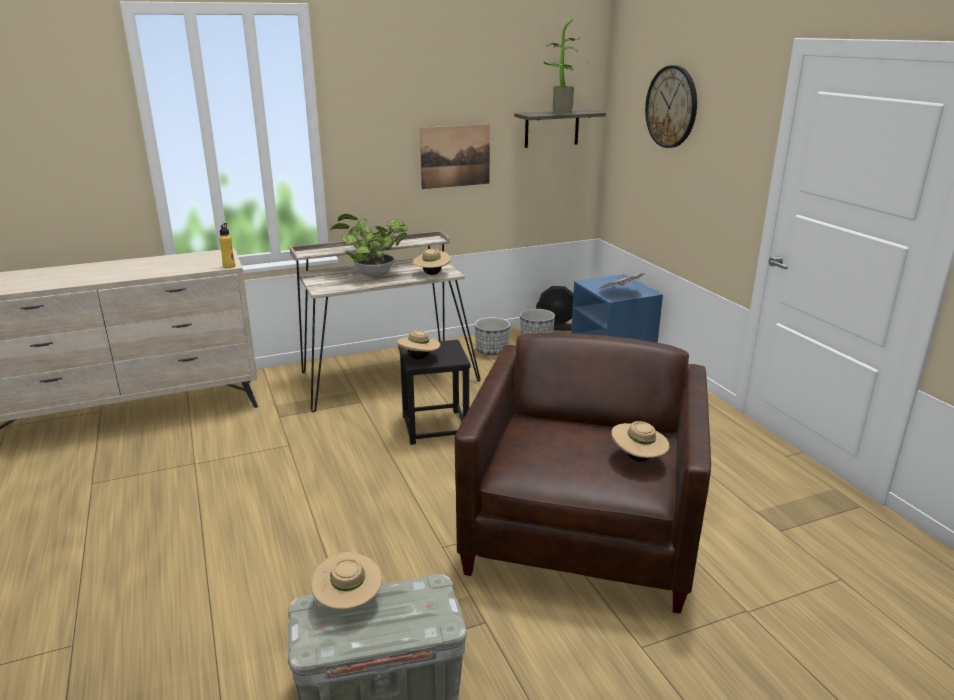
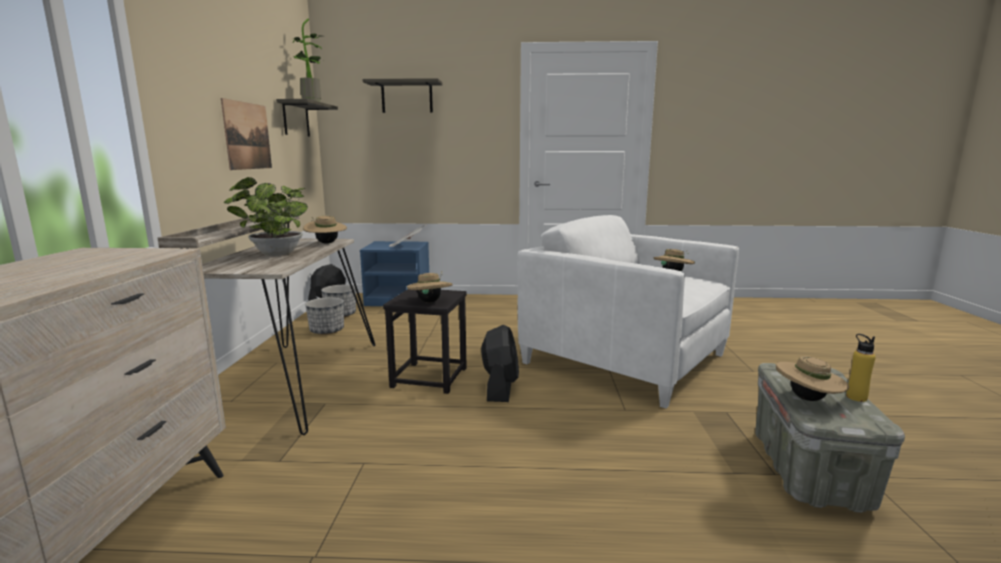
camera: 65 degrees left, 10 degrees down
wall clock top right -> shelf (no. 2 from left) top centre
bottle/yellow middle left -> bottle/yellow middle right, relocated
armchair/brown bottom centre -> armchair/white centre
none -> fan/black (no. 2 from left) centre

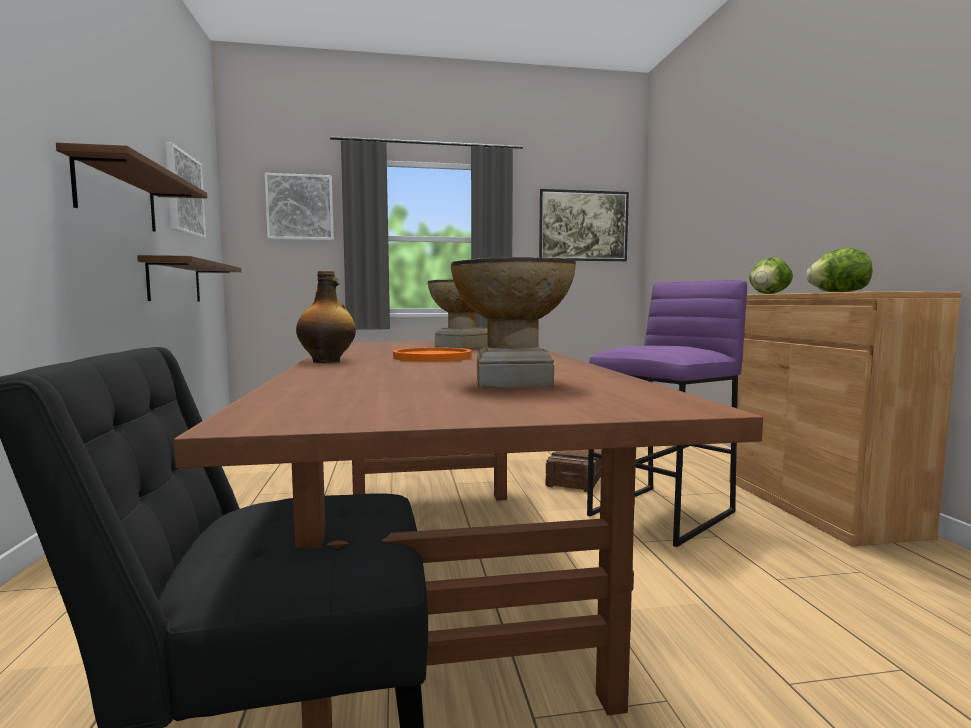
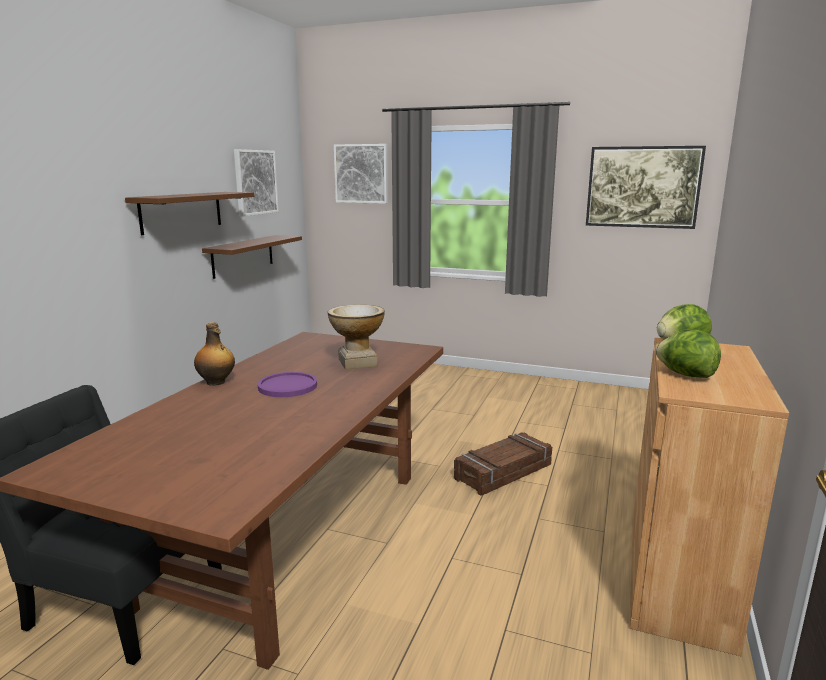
camera: 30 degrees right, 10 degrees up
vase (no. 2 from left) centre -> none
stool/purple middle right -> none
plate/orange centre -> plate/purple centre

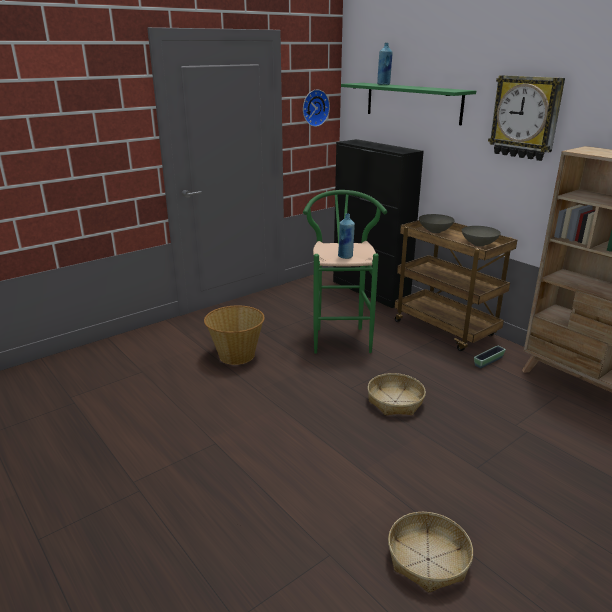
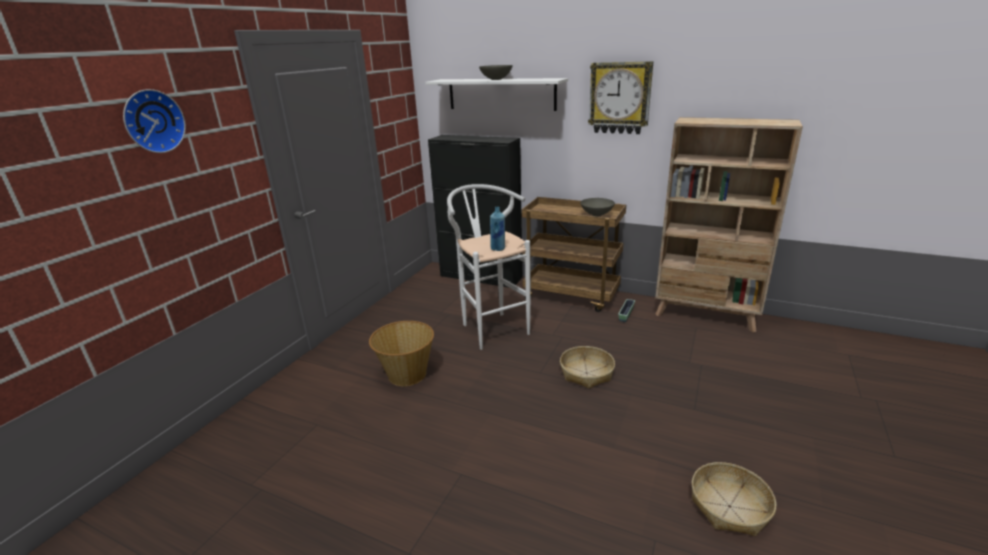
camera: 25 degrees left, 0 degrees up
bottle/blue (no. 2 from left) top centre -> none
shelf/green top right -> shelf/white top centre
wall clock (no. 1 from left) top centre -> wall clock (no. 1 from left) top left, relocated
stool/green centre -> stool/white centre
bowl/grey (no. 1 from left) middle right -> bowl/grey (no. 1 from left) top centre, relocated

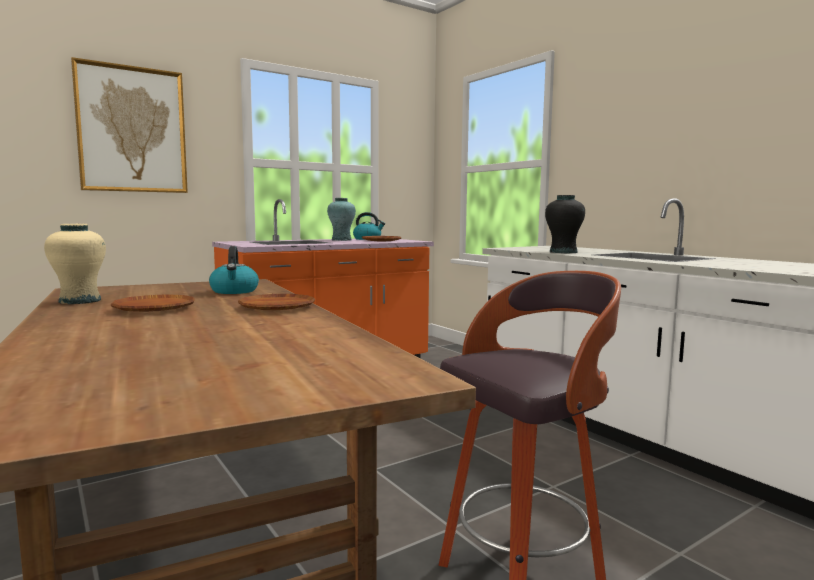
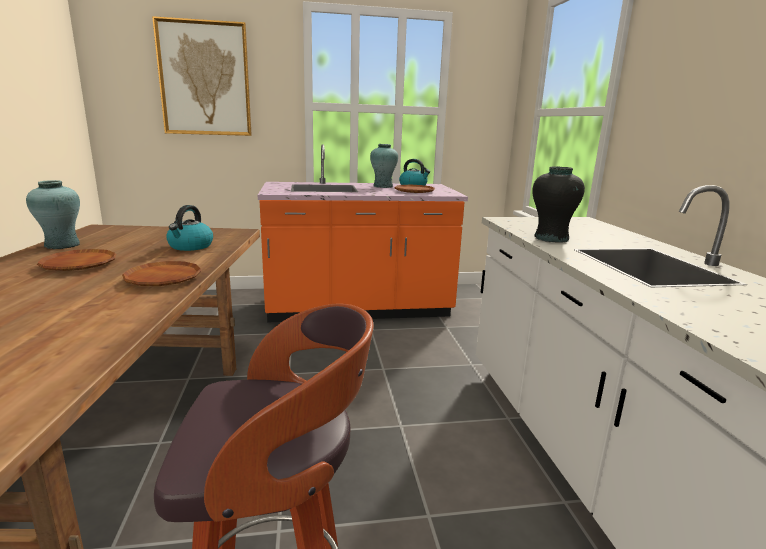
camera: 25 degrees right, 10 degrees up
vase/beige middle left -> vase/turquoise (no. 1 from left) middle left

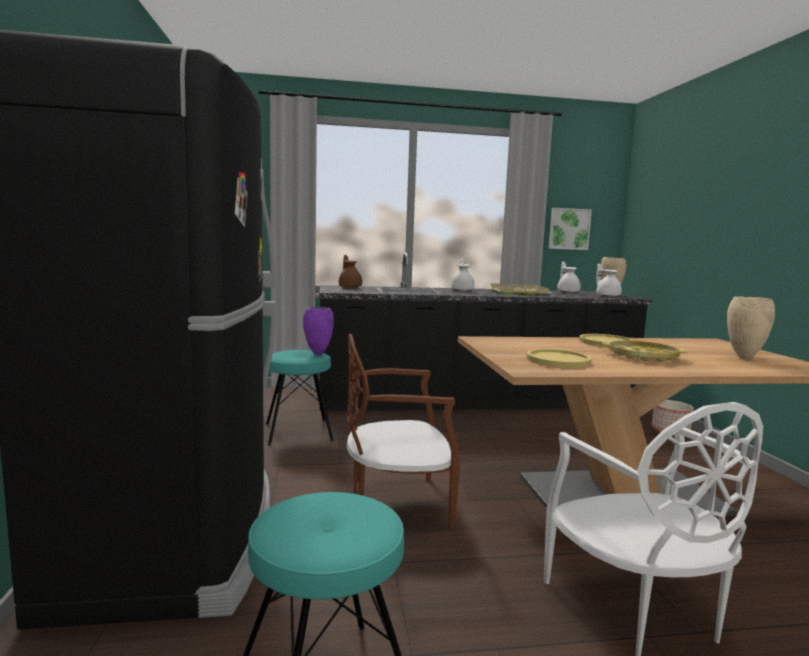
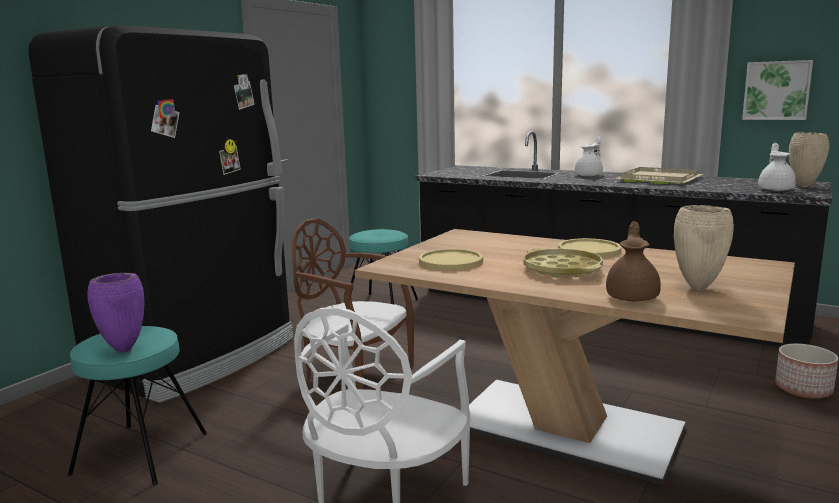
camera: 40 degrees right, 5 degrees up
teapot/brown centre -> teapot/brown middle right, relocated
teapot/white (no. 2 from left) middle right -> none
vase/purple centre -> vase/purple middle left, relocated

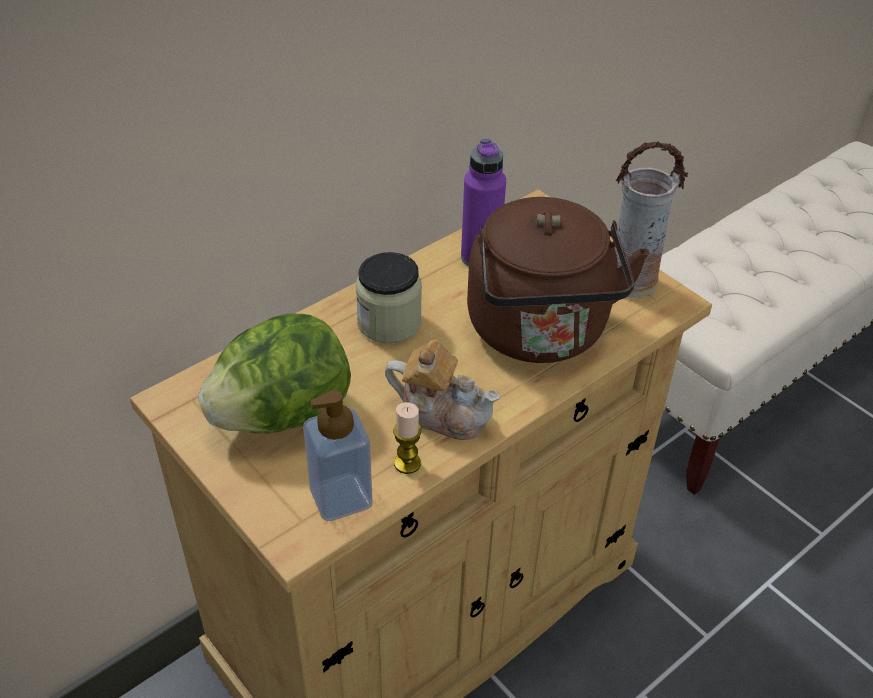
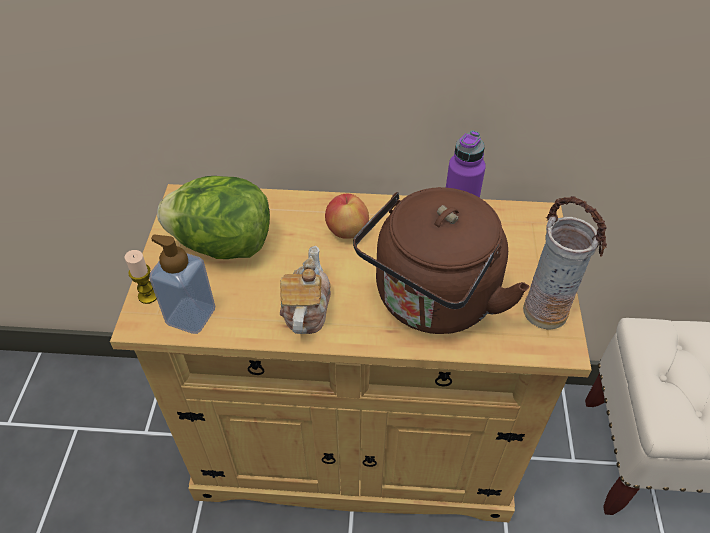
camera: 45 degrees right, 5 degrees up
jar centre -> apple centre
teapot centre, 150 degrees counterclockwise
candle centre -> candle middle left, relocated

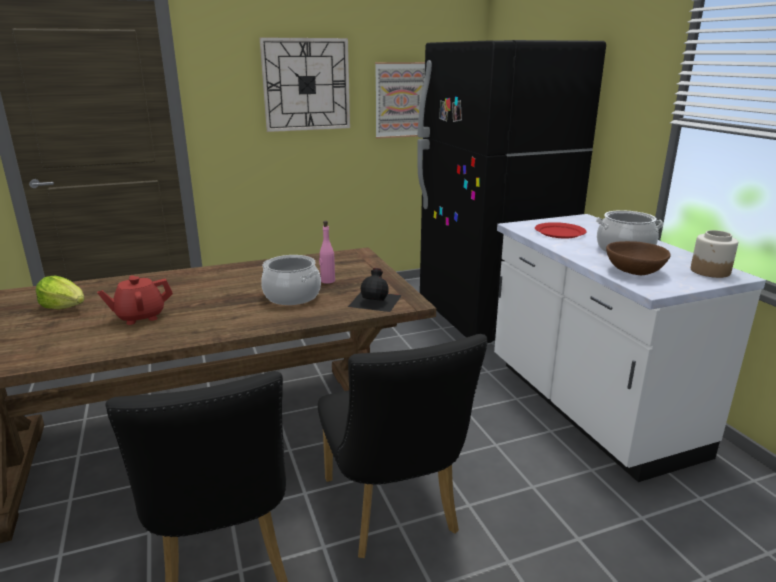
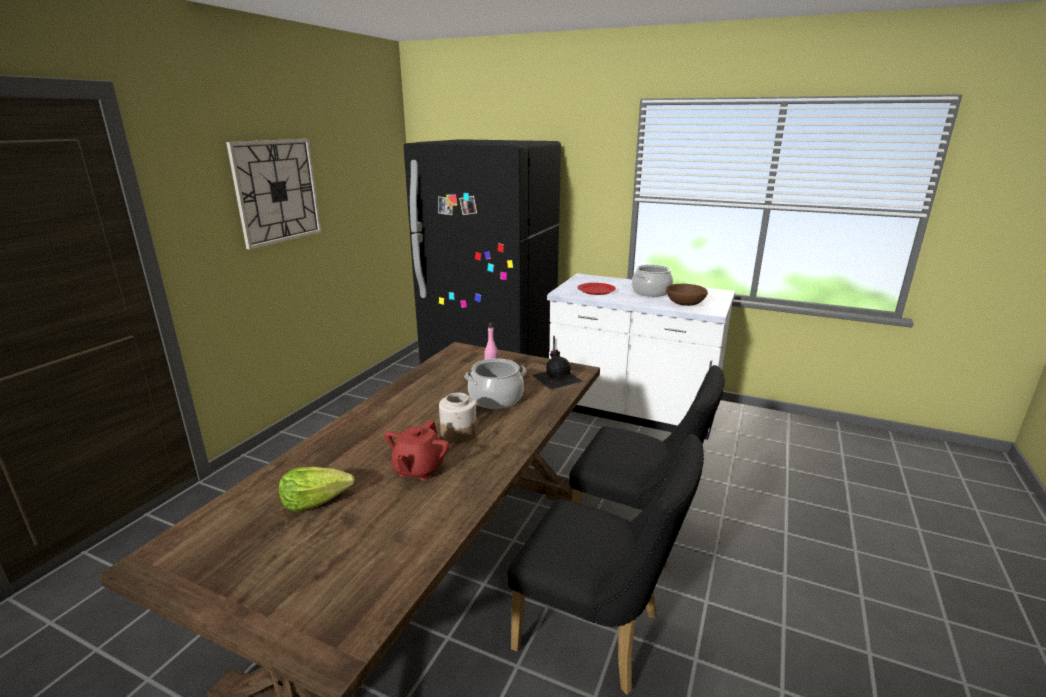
camera: 45 degrees left, 0 degrees up
picture top centre -> none
jar middle right -> jar centre, relocated

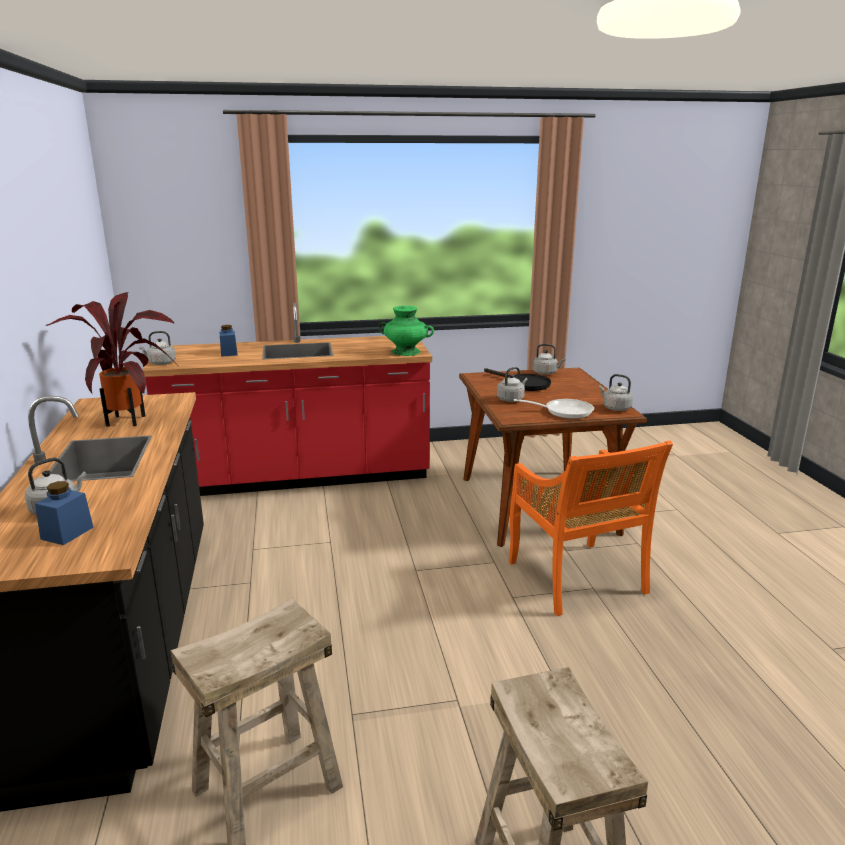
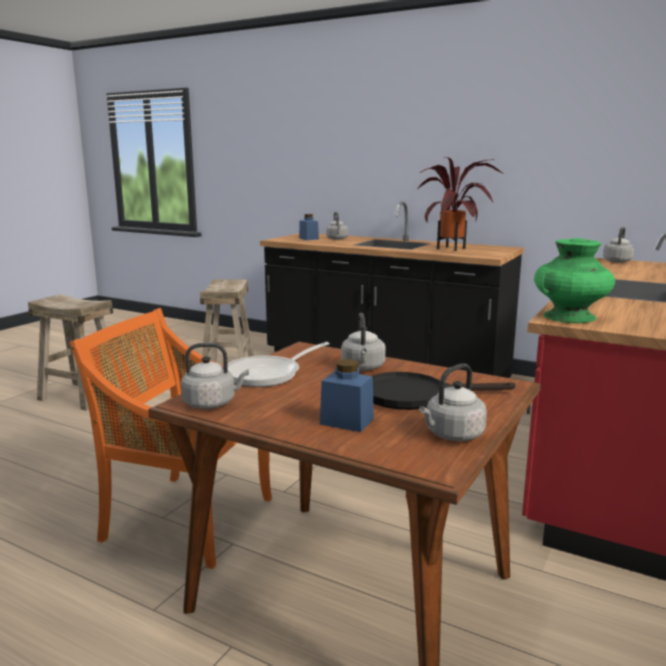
camera: 130 degrees right, 5 degrees down
jar/blue (no. 2 from left) middle left -> jar/blue (no. 2 from left) centre, relocated

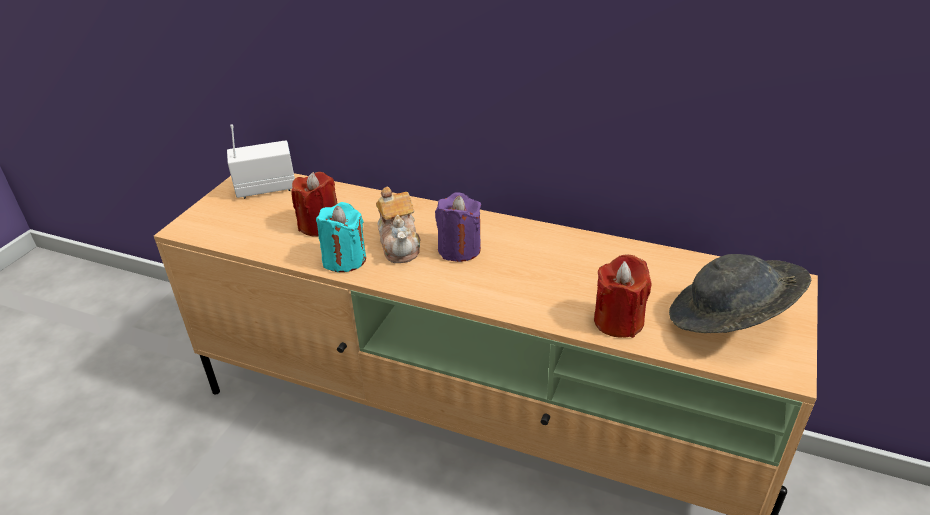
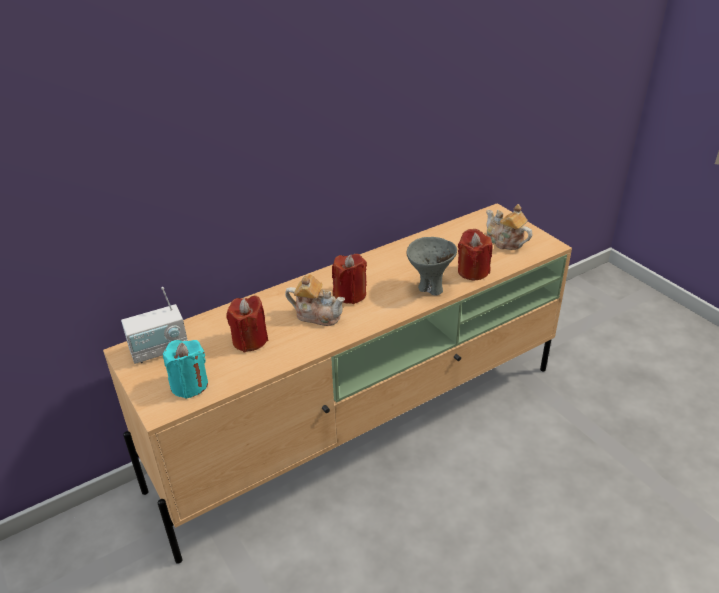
camera: 55 degrees left, 0 degrees up
radio top left -> radio middle left, 135 degrees counterclockwise
candle/purple centre -> candle/red (no. 2 from left) centre
candle/turquoise centre -> candle/turquoise middle left, relocated
hat/grey middle right -> teapot (no. 2 from left) middle right
none -> bowl/grey centre

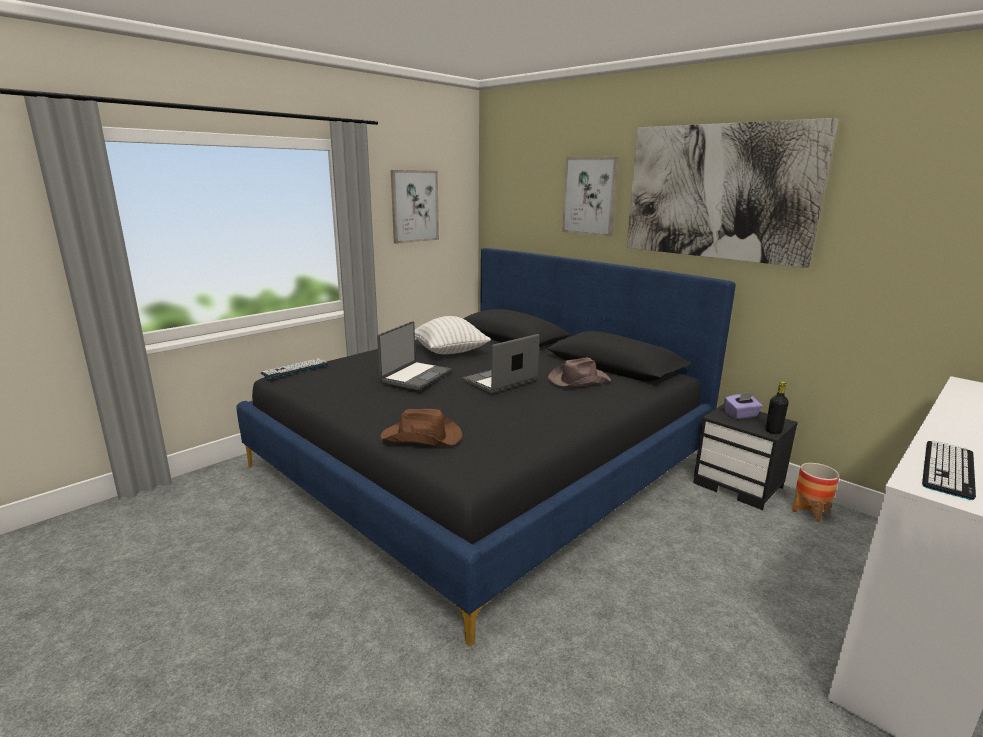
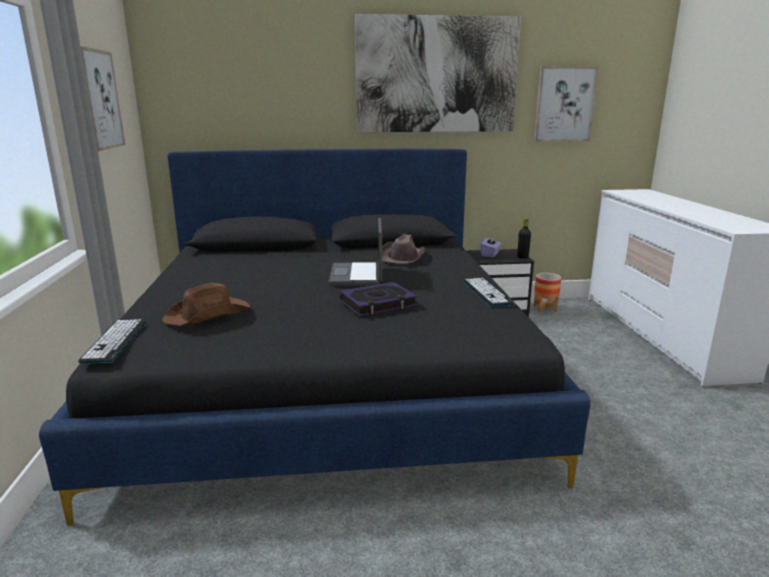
camera: 50 degrees left, 0 degrees up
picture (no. 2 from left in the first image) top centre -> picture (no. 3 from left) top right, relocated
pillow/white centre -> none
laptop (no. 1 from left) centre -> none
hat/brown (no. 1 from left) centre -> hat/brown (no. 1 from left) middle left, relocated
keyboard (no. 2 from left) middle right -> keyboard (no. 2 from left) centre, relocated
none -> book centre

